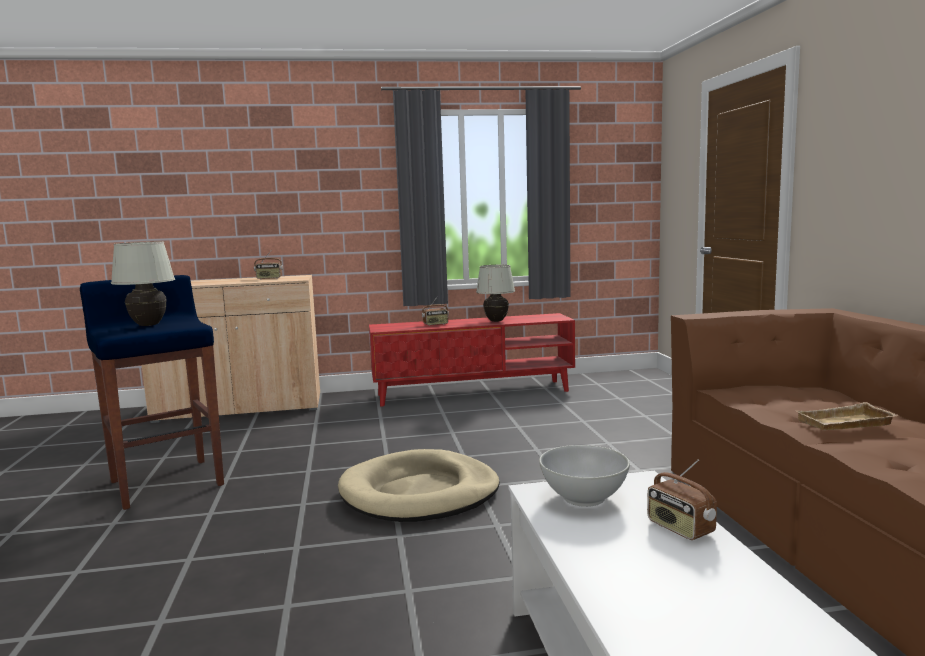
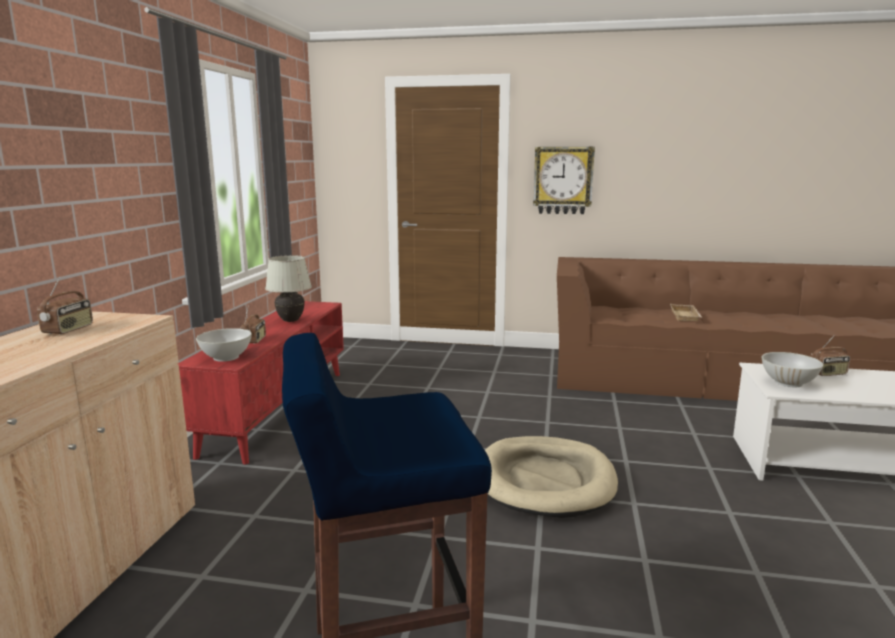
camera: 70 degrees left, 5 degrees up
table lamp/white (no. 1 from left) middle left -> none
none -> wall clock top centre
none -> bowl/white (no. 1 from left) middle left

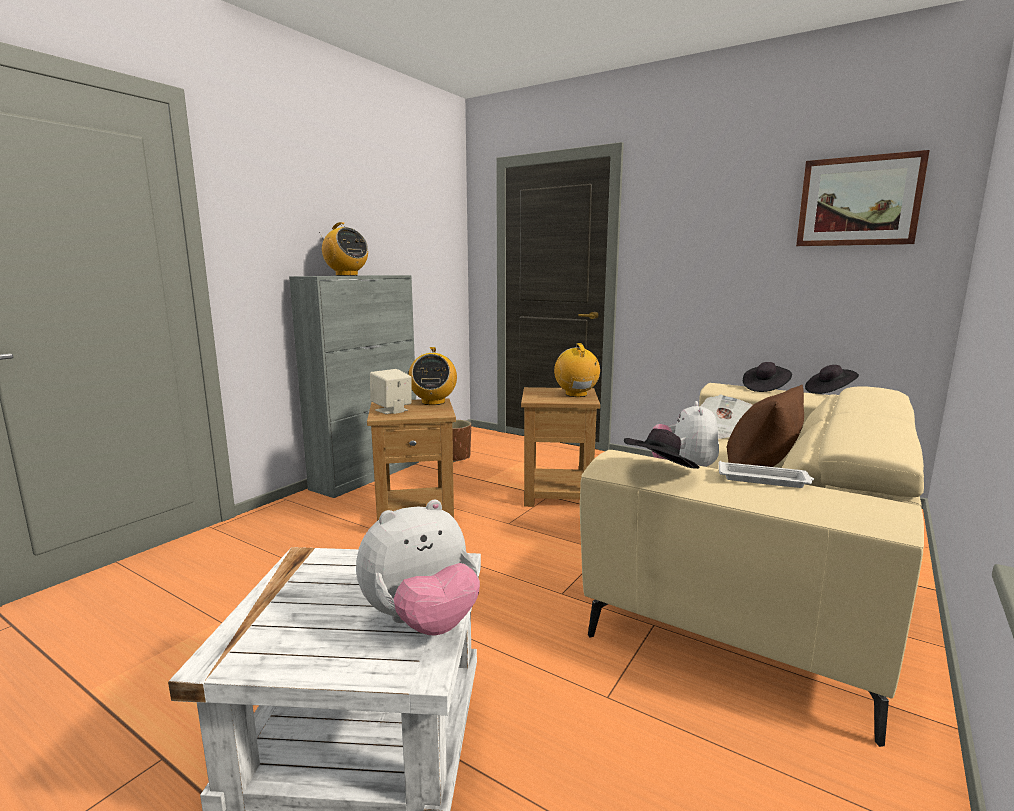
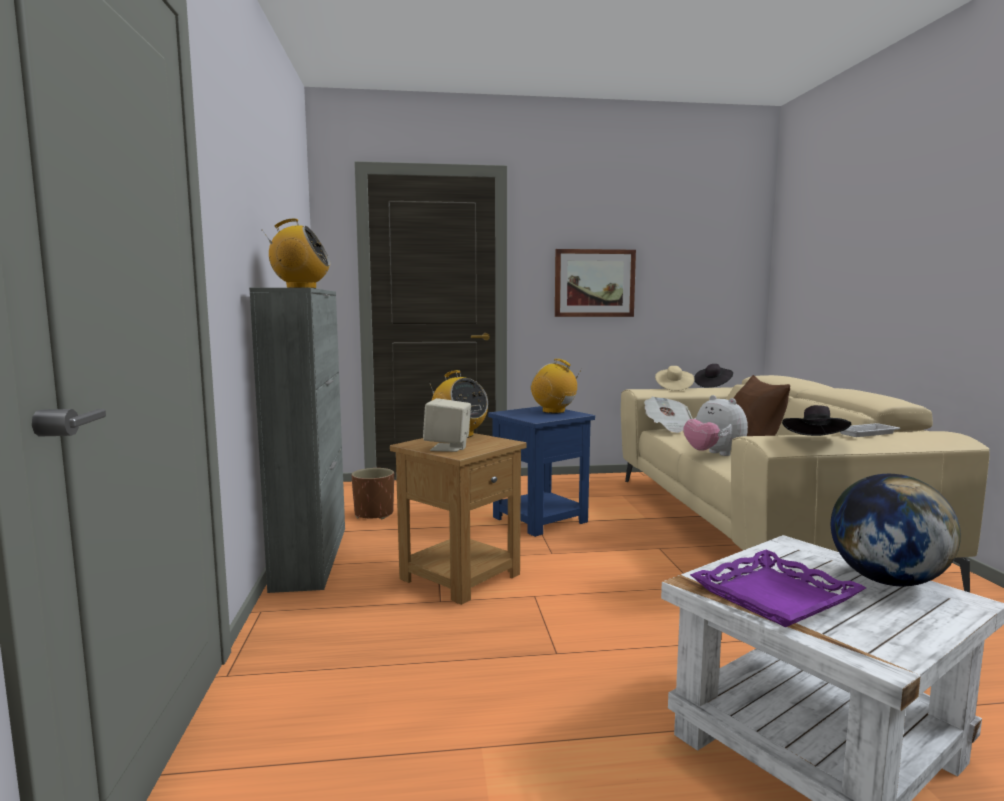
camera: 40 degrees left, 5 degrees down
picture top right -> picture centre, relocated
hat/black (no. 2 from left) middle right -> hat/beige middle right
side table/brown (no. 2 from left) centre -> side table/blue centre
plush toy (no. 1 from left) bottom centre -> globe middle right
none -> tray/purple bottom right

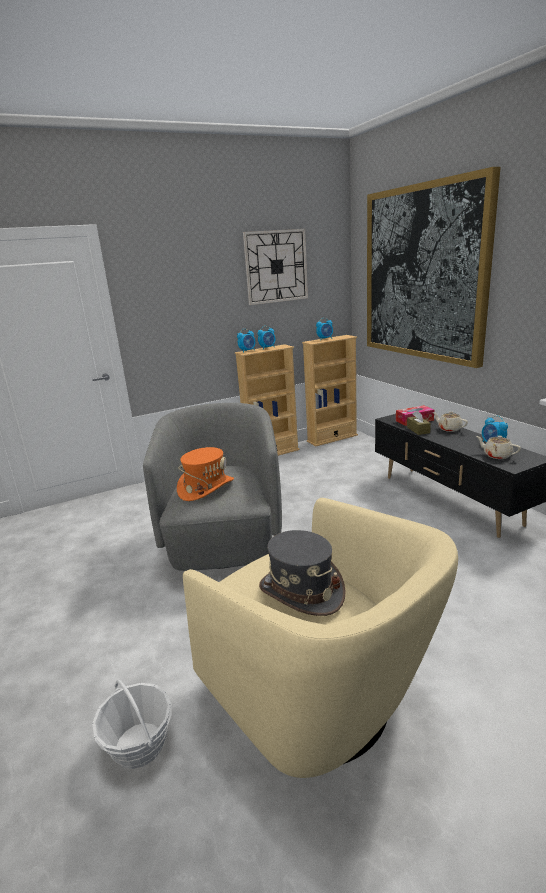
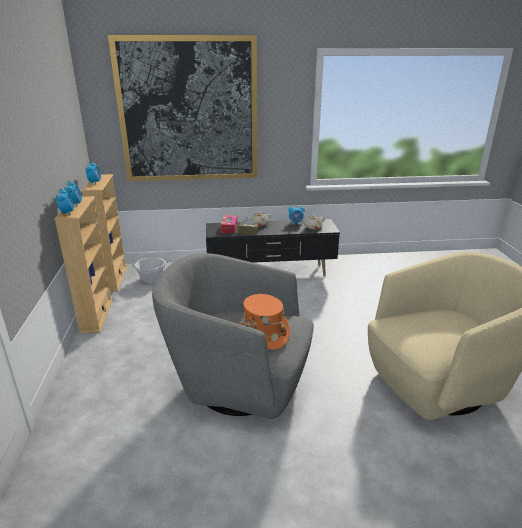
camera: 70 degrees left, 5 degrees up
wall clock top centre -> none
hat/grey centre -> none
basket bottom left -> basket middle left, relocated

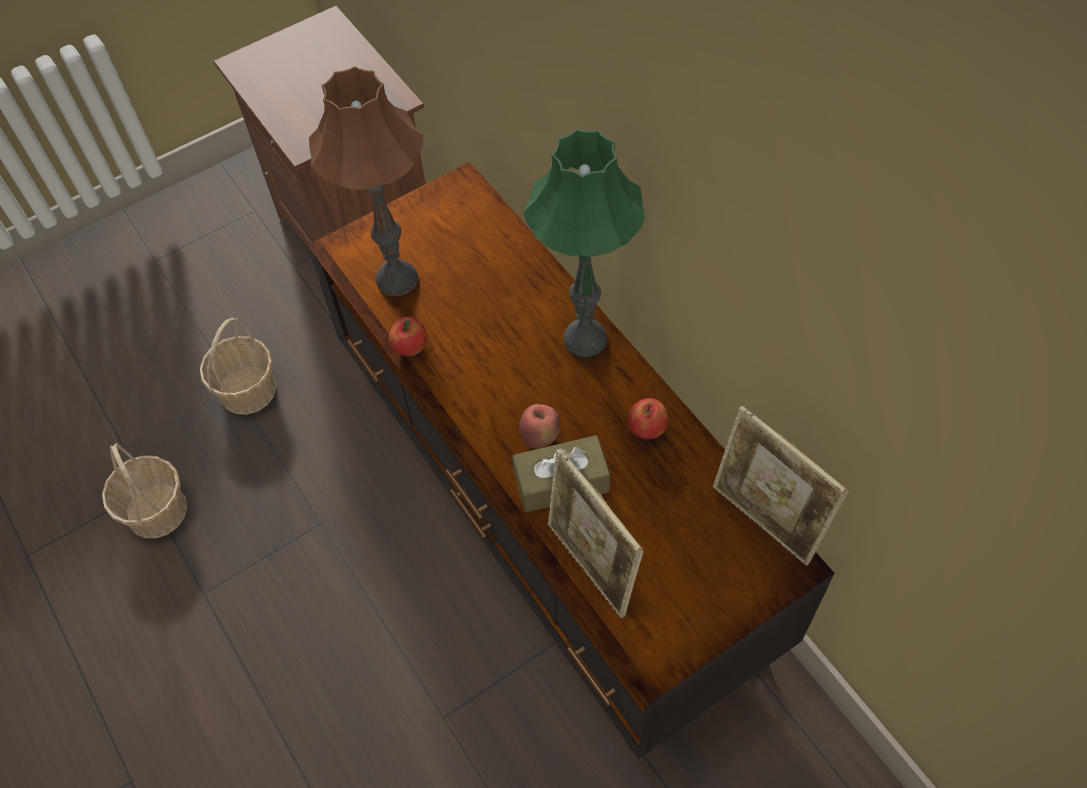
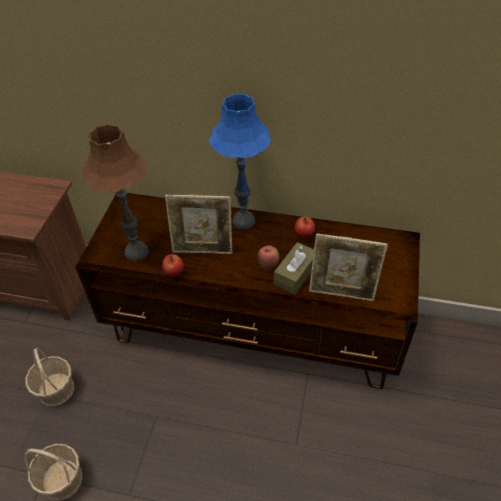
camera: 45 degrees left, 10 degrees down
table lamp/green top centre -> table lamp/blue top centre
picture frame (no. 2 from left in the first image) middle right -> picture frame (no. 1 from left) centre, relocated

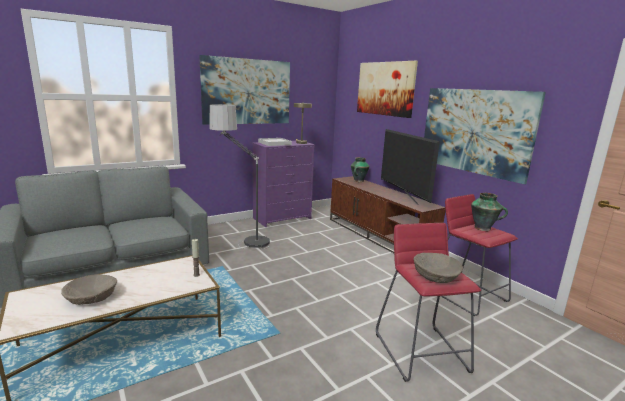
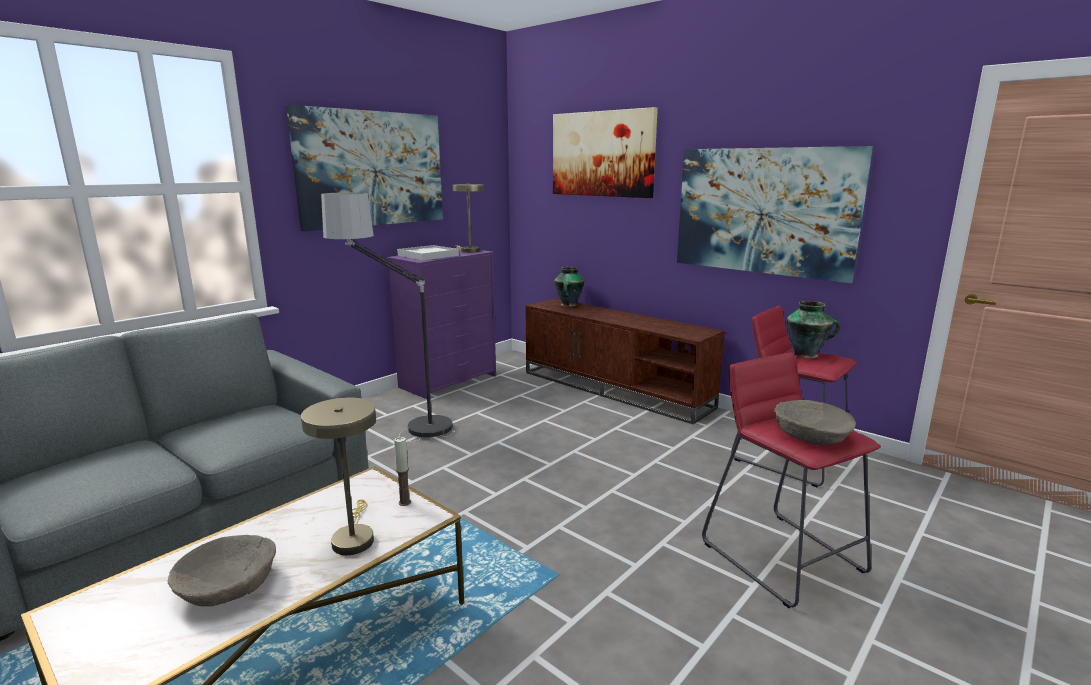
camera: 15 degrees left, 0 degrees up
television centre -> none
none -> table lamp/beige (no. 1 from left) bottom left

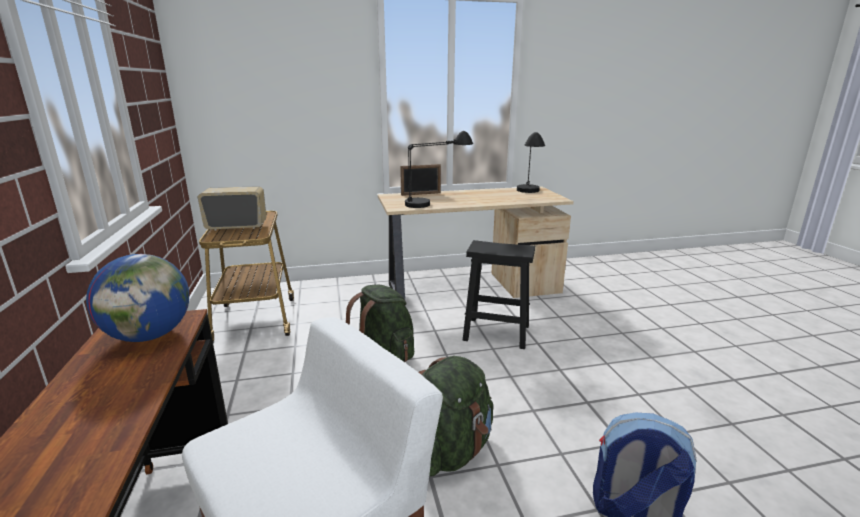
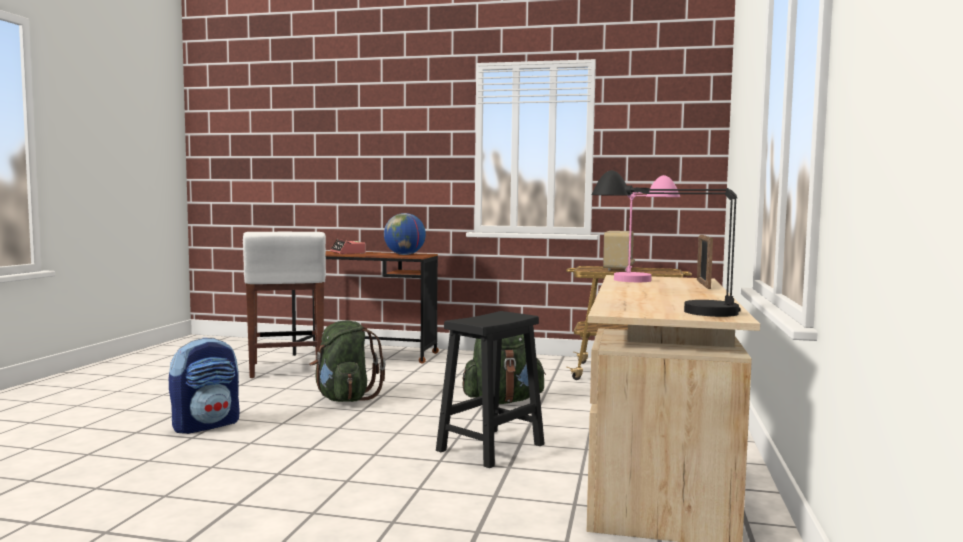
camera: 115 degrees right, 15 degrees down
table lamp/black (no. 1 from left) top centre -> table lamp/pink middle right
none -> alarm clock centre

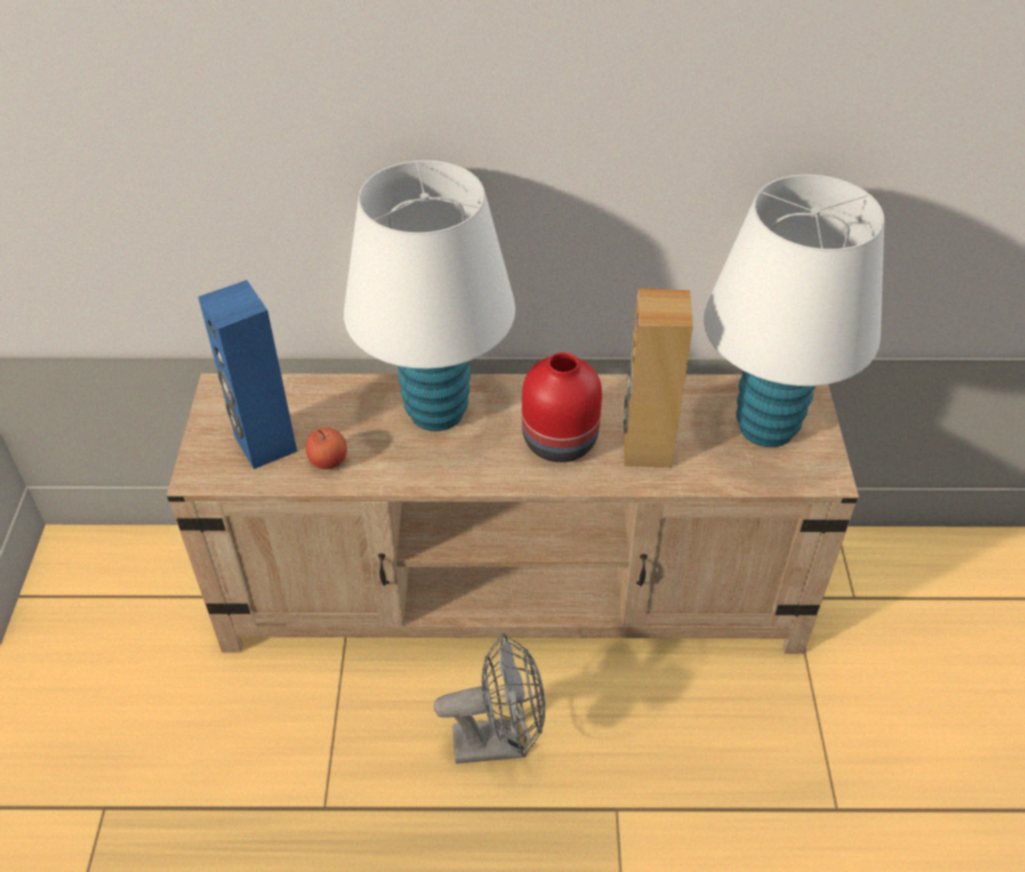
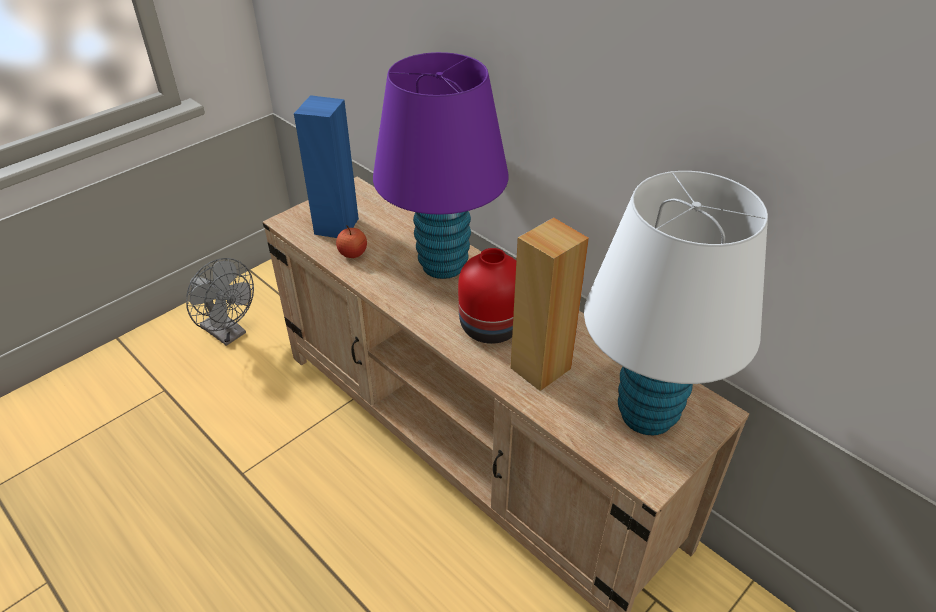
camera: 45 degrees right, 5 degrees down
table lamp/white (no. 1 from left) centre -> table lamp/purple top centre
fan/grey bottom centre -> fan/grey middle left, relocated

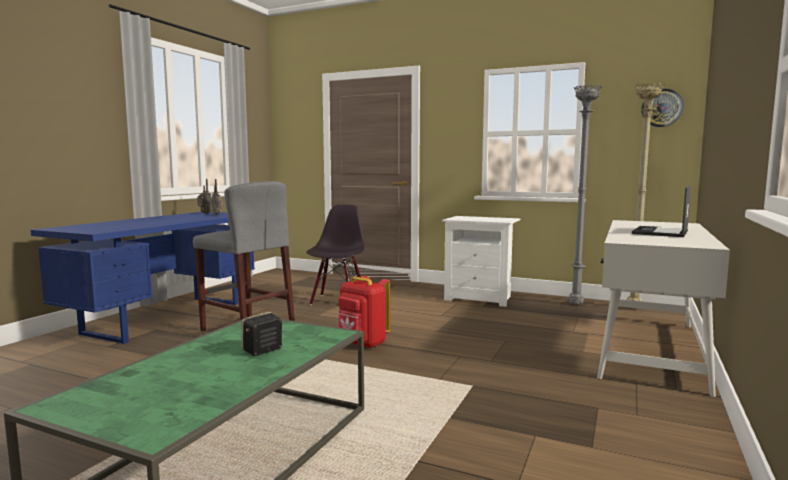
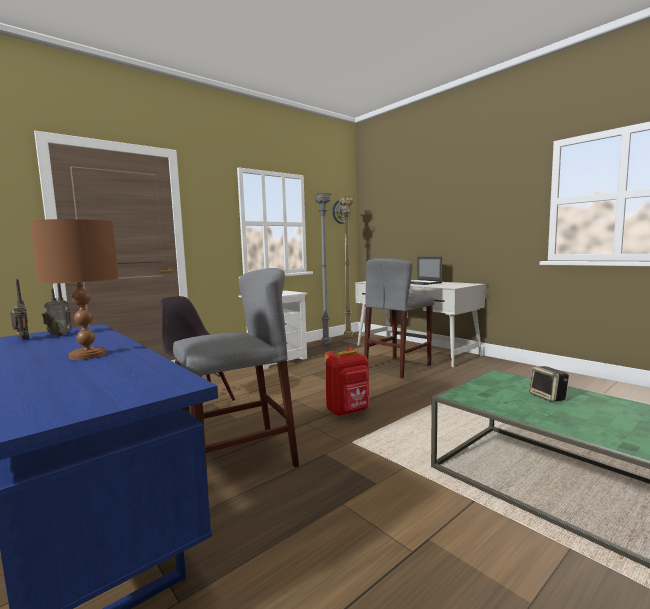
camera: 65 degrees left, 0 degrees up
none -> table lamp/brown middle left
none -> stool/grey (no. 2 from left) centre

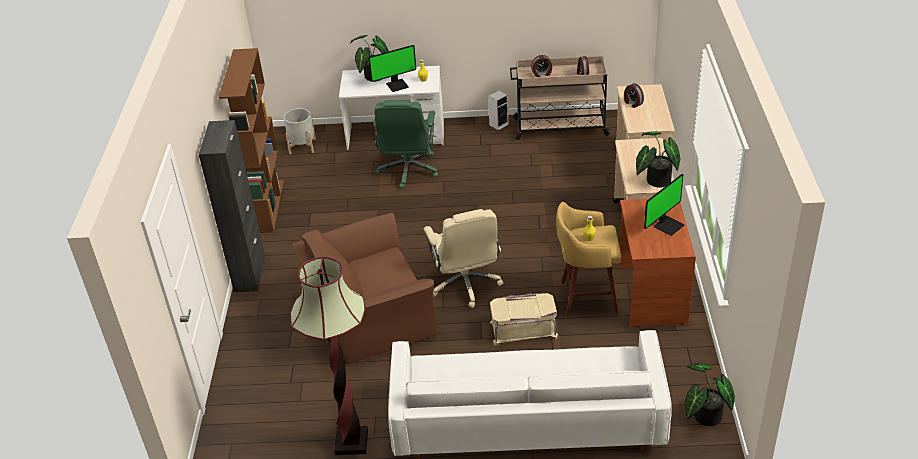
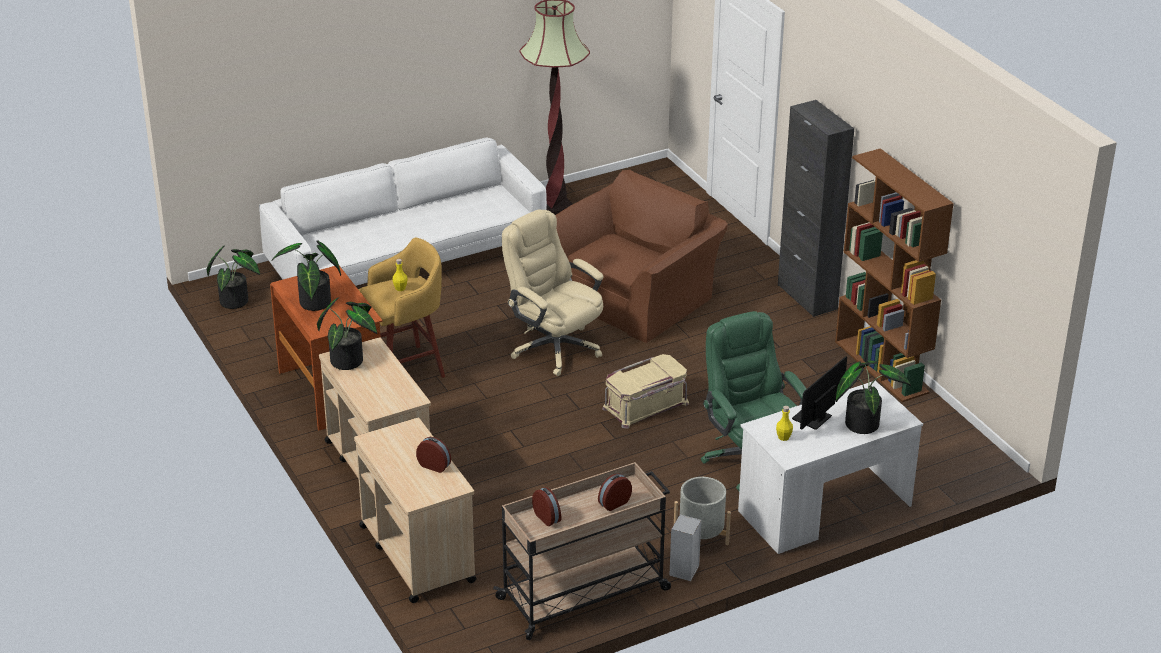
camera: 150 degrees right, 5 degrees down
planter/grey top left -> planter/grey bottom centre, relocated
monitor (no. 2 from left) middle right -> potted plant (no. 2 from left) middle left
storage box/beige bottom centre -> storage box/beige centre, relocated

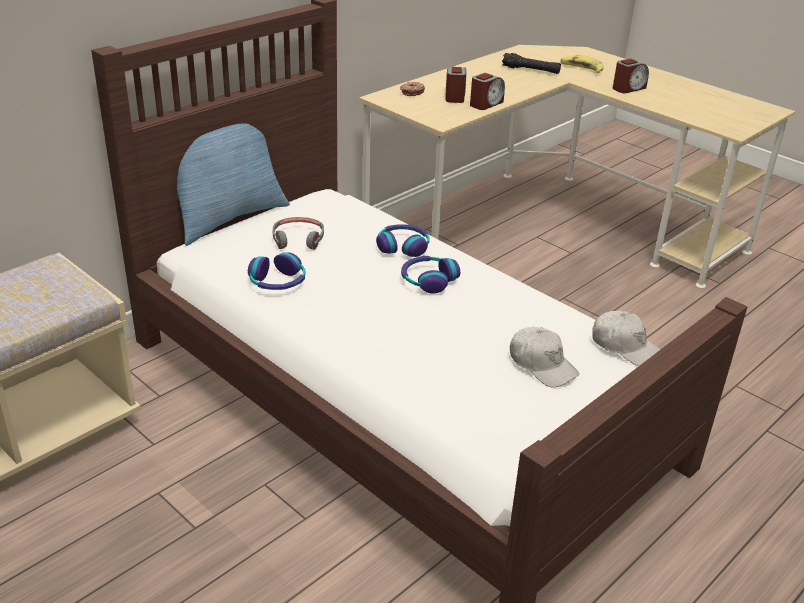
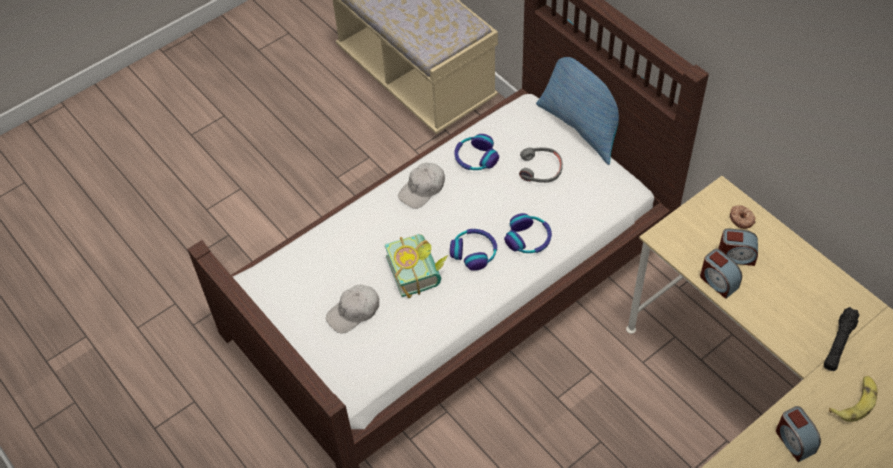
camera: 100 degrees right, 20 degrees up
cap/white (no. 2 from left) middle right -> cap/white (no. 2 from left) centre, relocated
none -> book centre

